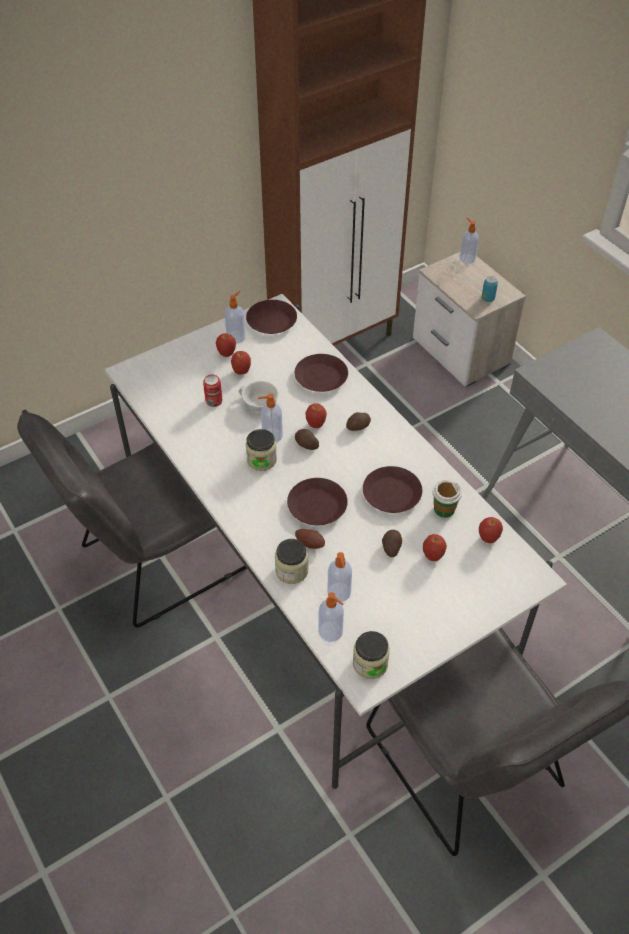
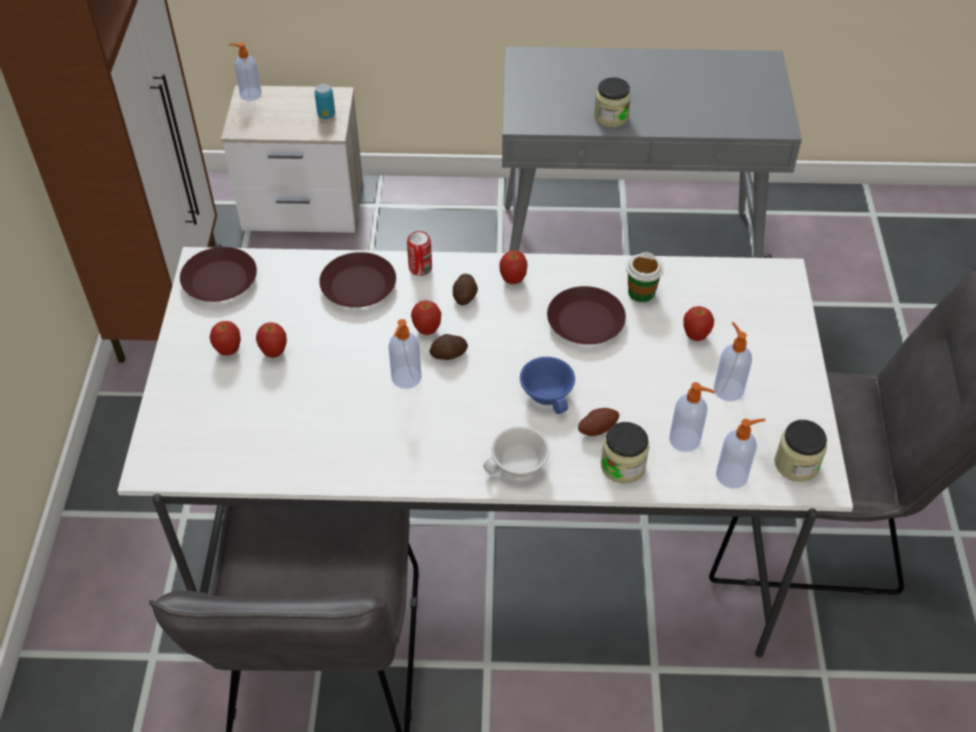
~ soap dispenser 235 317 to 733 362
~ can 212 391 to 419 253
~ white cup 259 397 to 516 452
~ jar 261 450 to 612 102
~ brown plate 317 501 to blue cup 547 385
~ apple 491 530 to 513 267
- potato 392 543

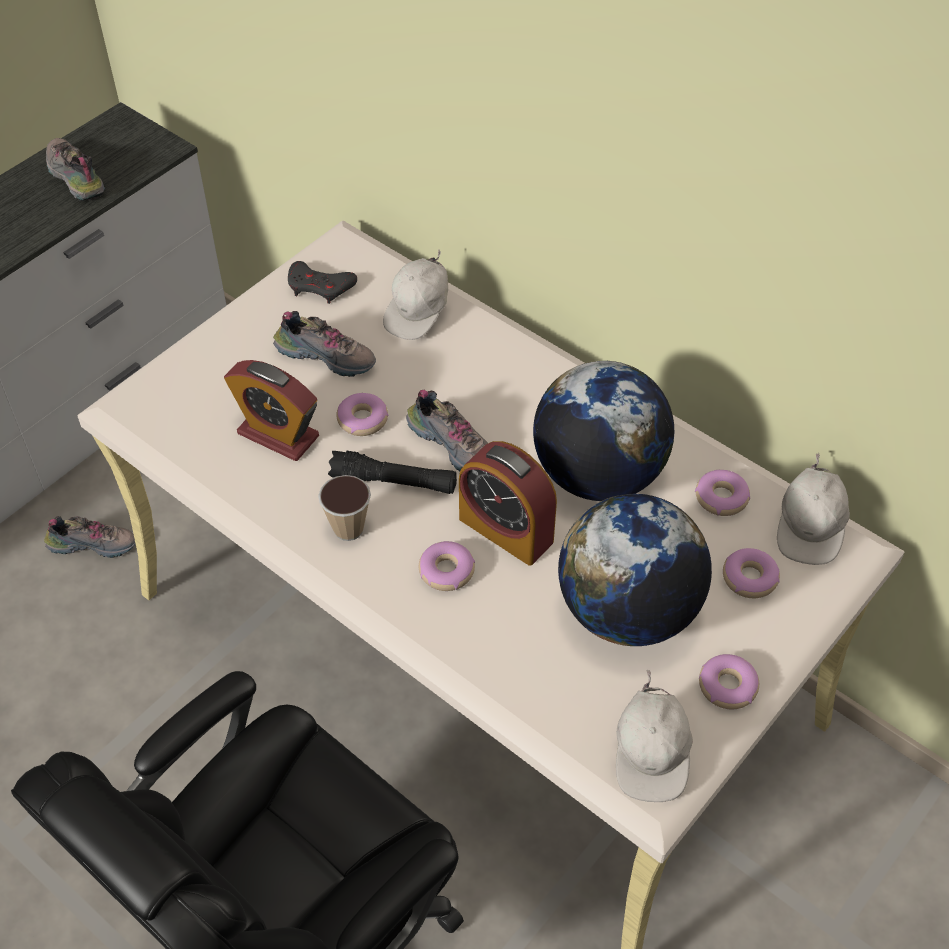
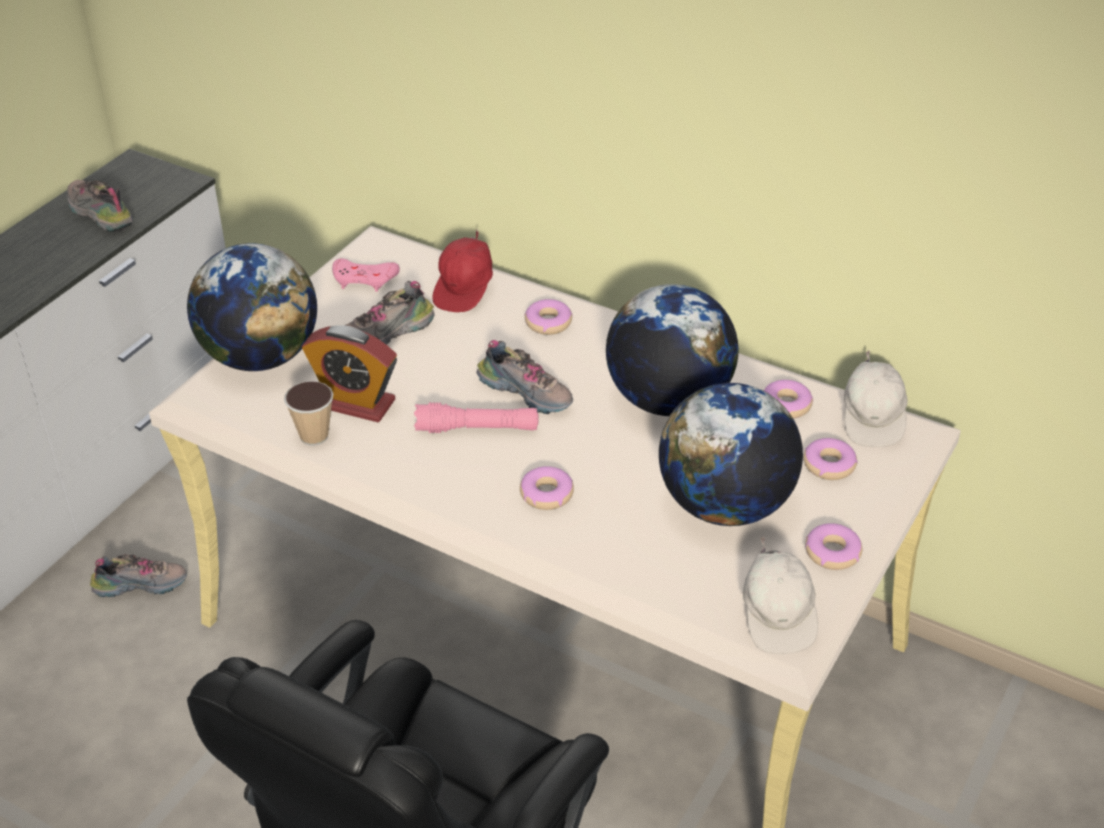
~ white cap 415 294 to red cap 463 270
~ grey game controller 322 282 to pink game controller 366 275
~ shoe 324 344 = 389 313 135 degrees clockwise
~ donut 363 414 to 548 317
- alarm clock 508 503
~ black flashlight 392 472 to pink flashlight 476 417
~ cup 344 508 to 308 413
+ globe 252 307

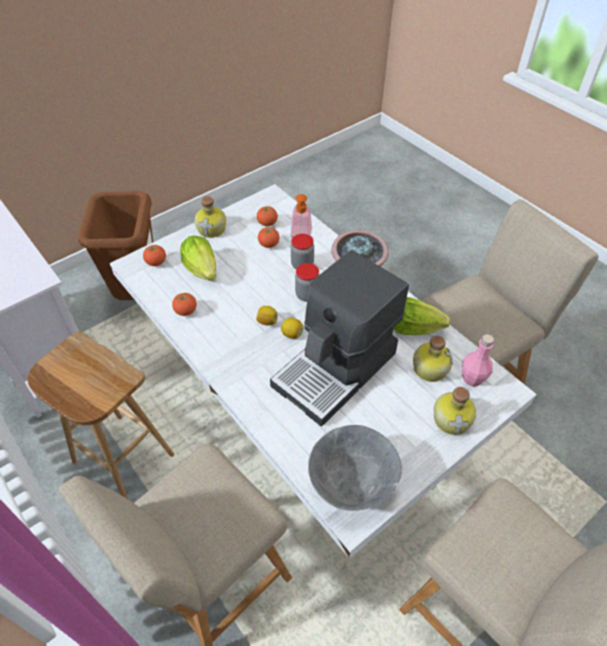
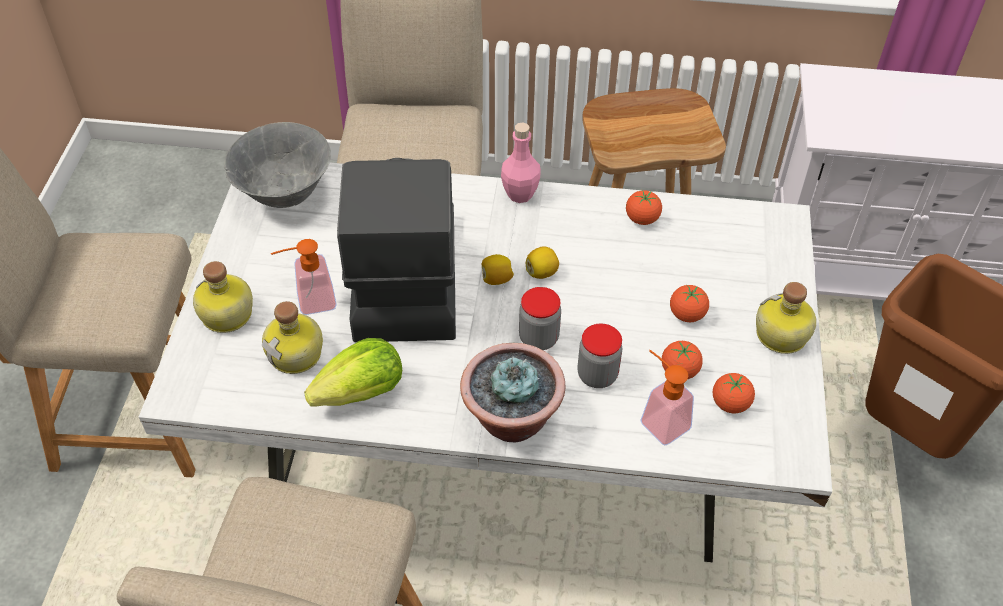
- lettuce 198 258
~ tomato 154 255 to 689 303
~ pink bottle 478 360 to 521 162
+ soap dispenser 304 277

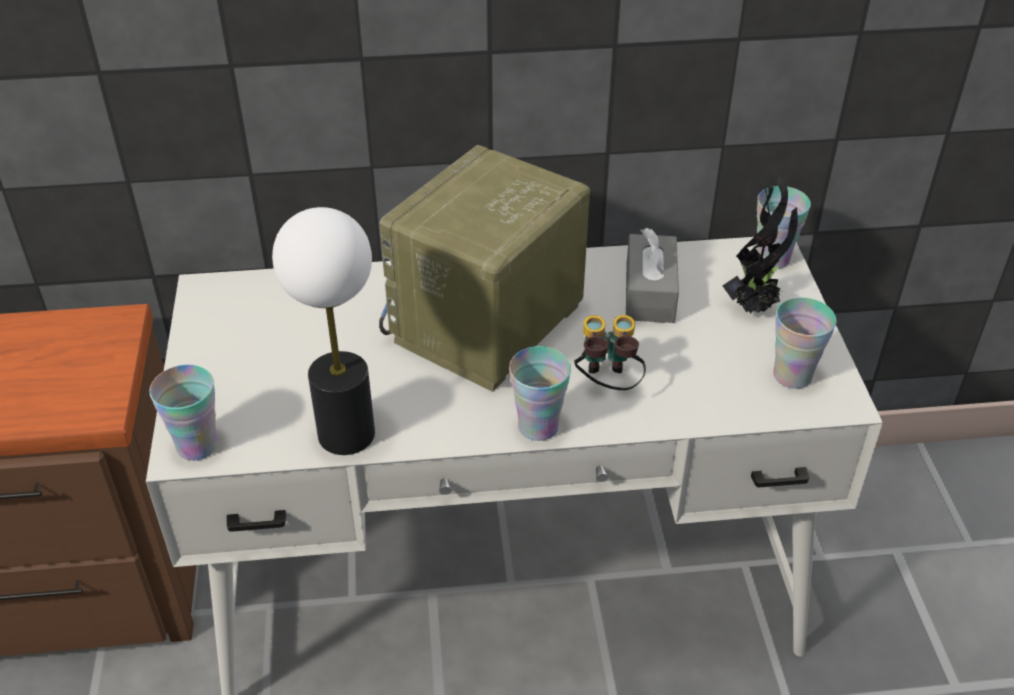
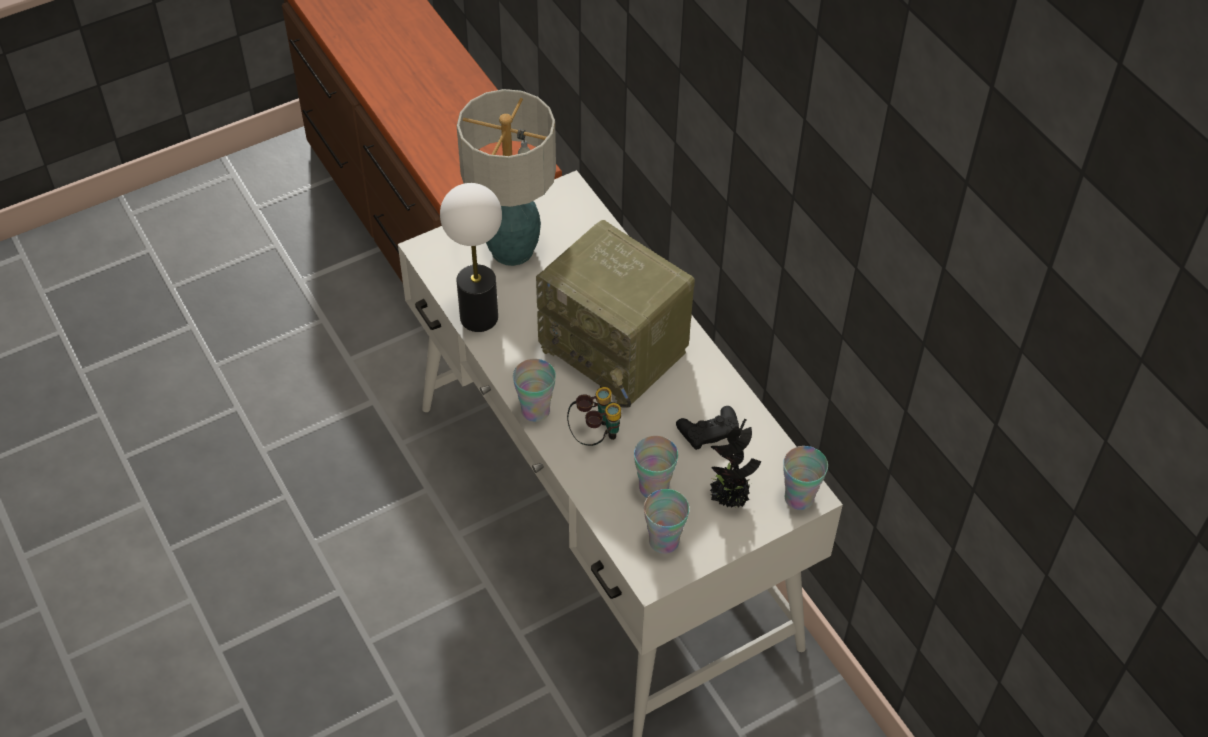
~ radio 484 268 = 615 314 150 degrees counterclockwise
~ grey tissue box 652 275 to black game controller 707 428
~ cup 183 413 to 656 467
+ table lamp 506 177

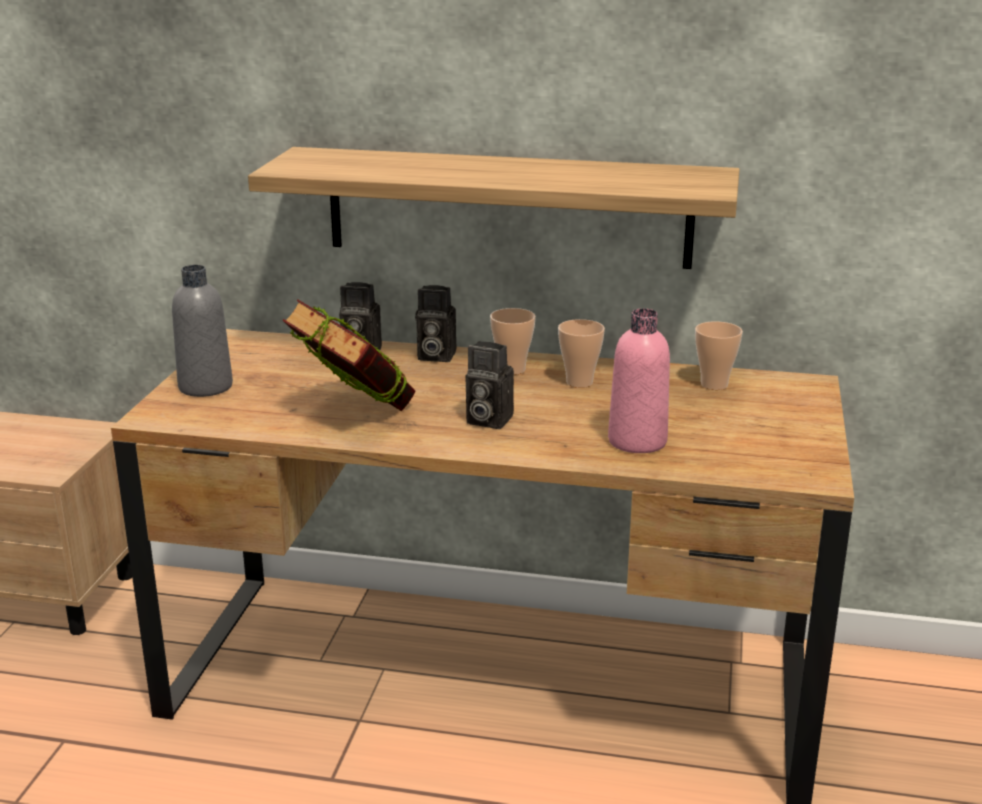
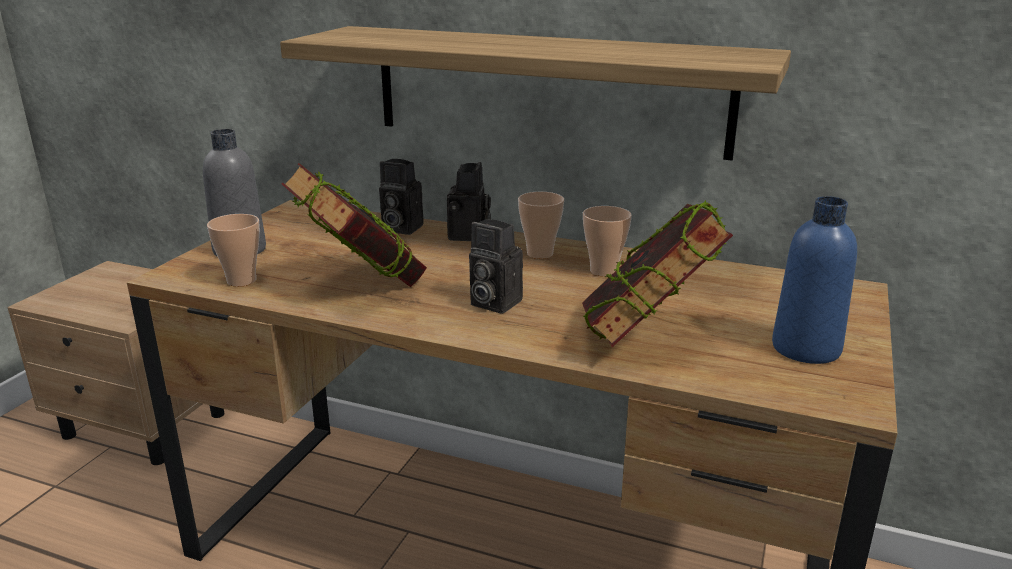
~ photo camera 435 323 = 469 201 105 degrees counterclockwise
~ pink bottle 639 381 to book 657 273
~ cup 719 355 to 233 250
+ blue bottle 814 280

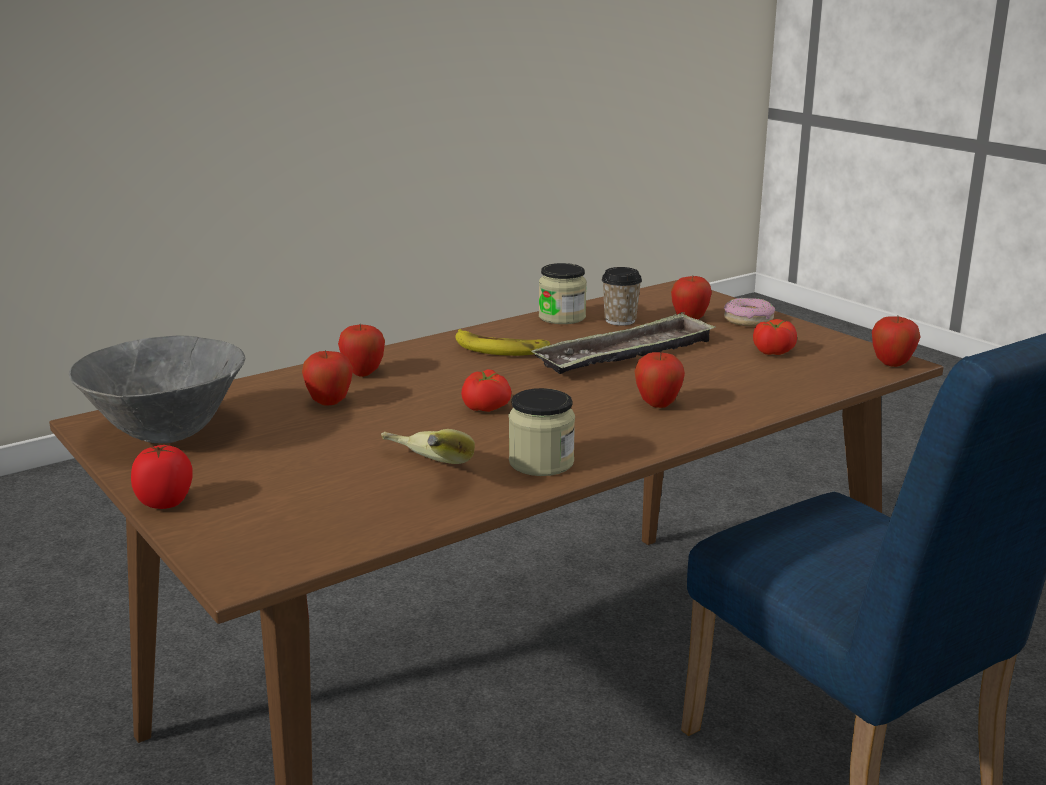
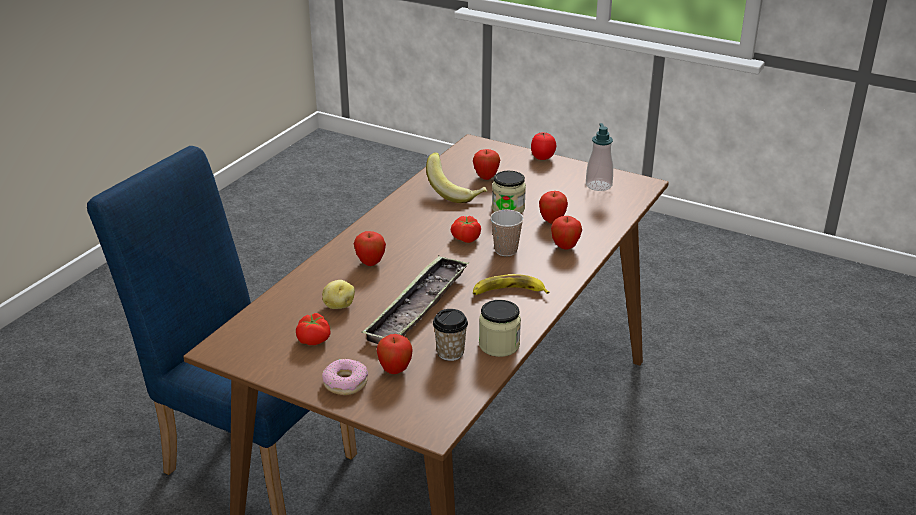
~ apple 896 341 to 486 164
~ grey bowl 157 389 to soap dispenser 599 157
~ jar 542 432 to 509 192
+ cup 507 233
+ potato 338 294

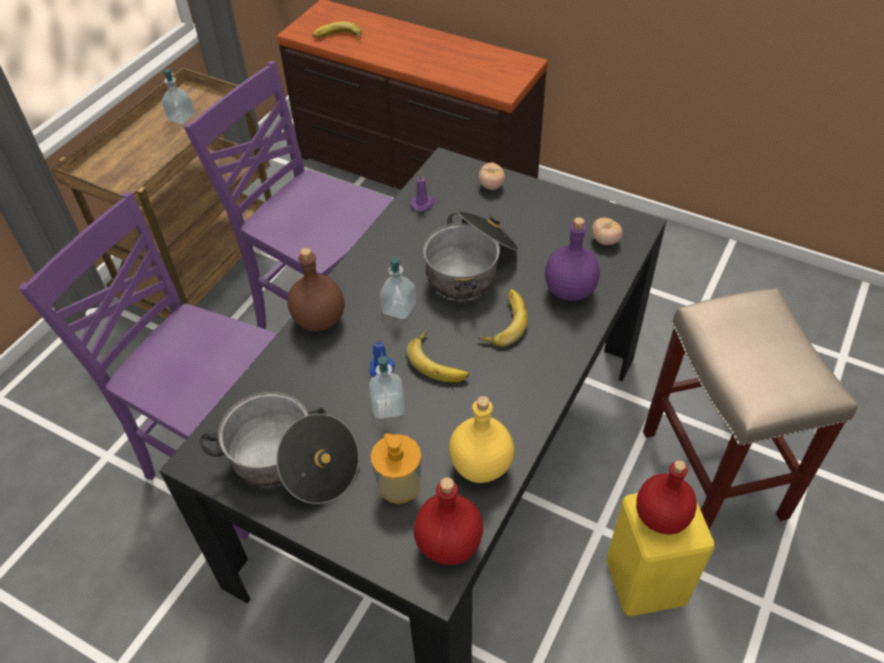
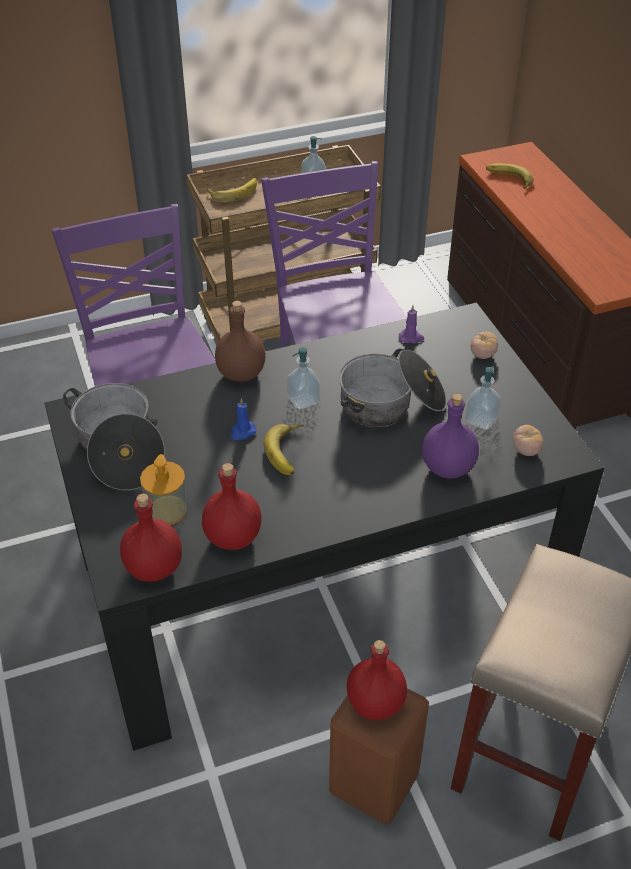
~ banana 503 318 to 232 190
~ soap dispenser 387 385 to 483 398
~ yellow bottle 481 439 to red bottle 231 506
~ yellow stool 661 554 to brown stool 379 757

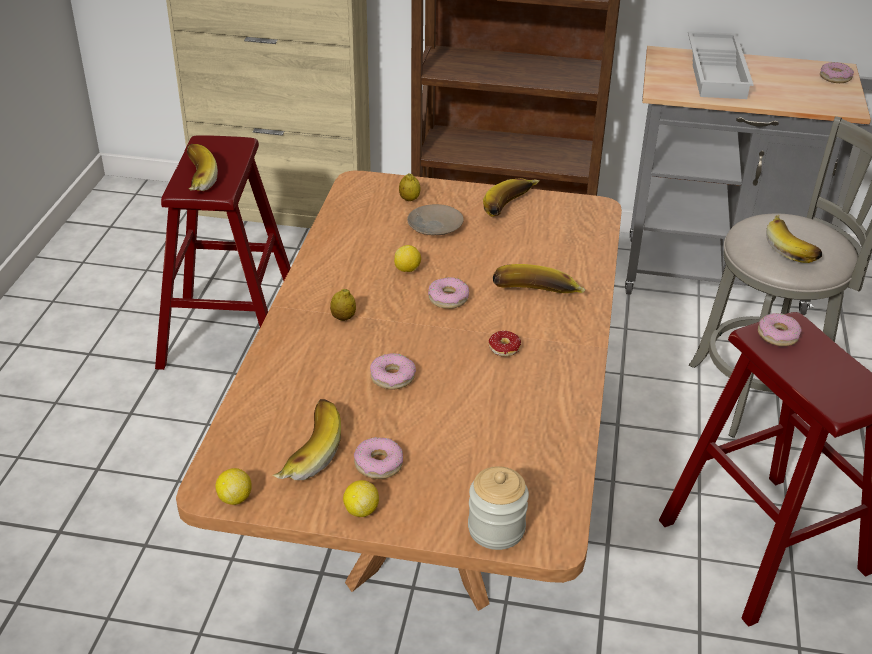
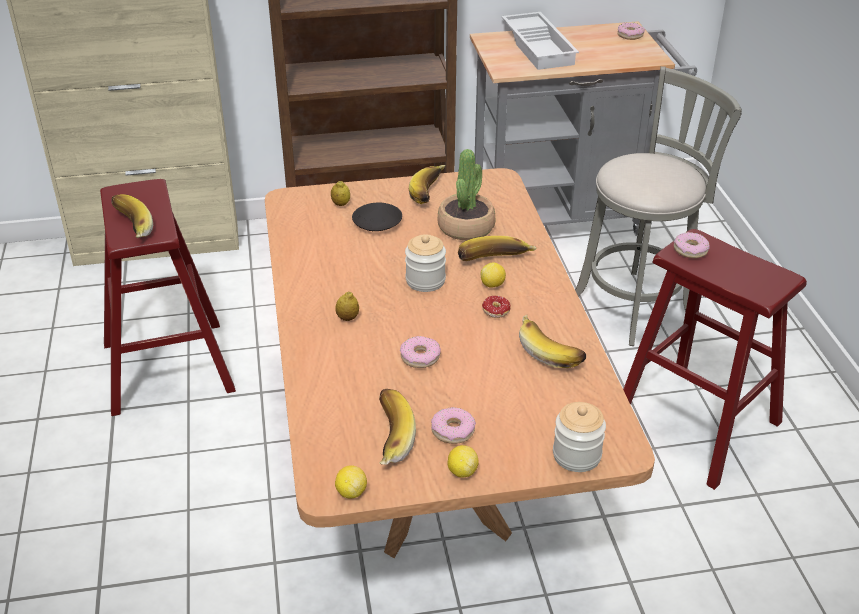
~ beige plate 435 219 to black plate 377 216
~ banana 794 239 to 552 341
~ lemon 407 258 to 493 275
~ donut 448 293 to jar 425 263
+ potted plant 466 194

